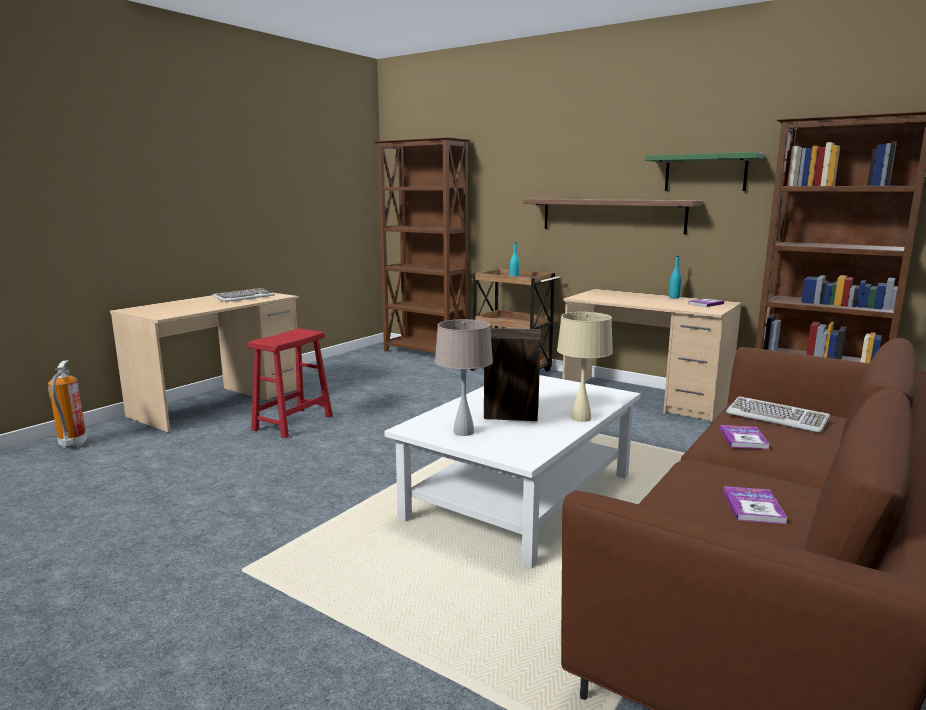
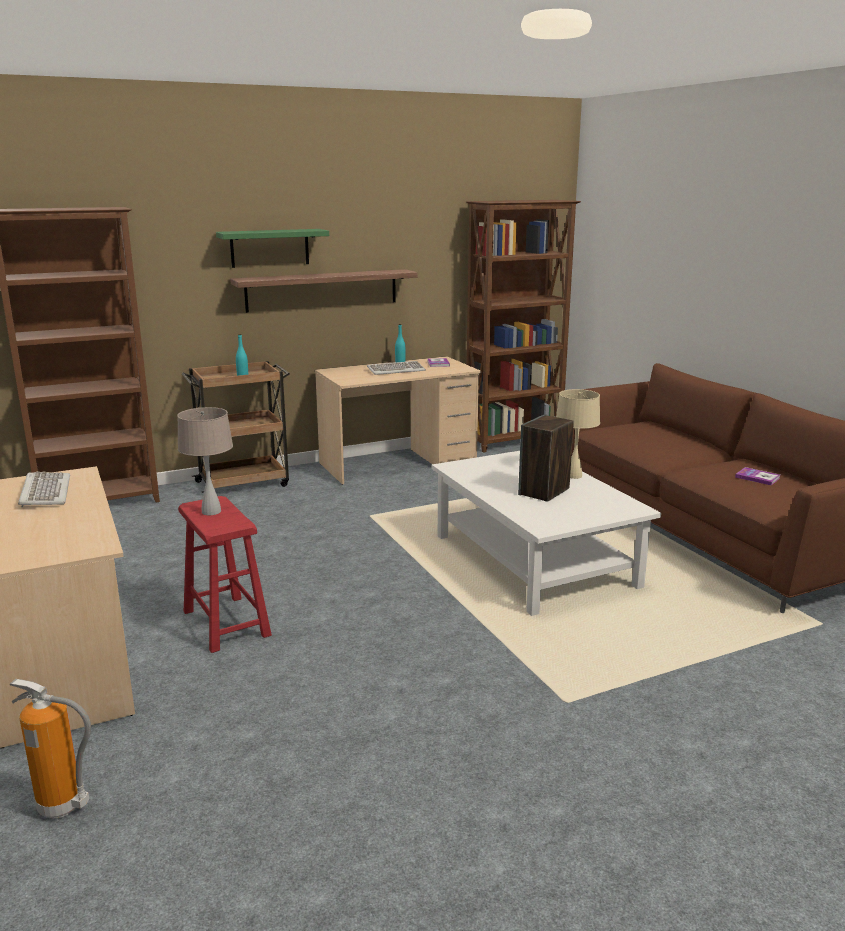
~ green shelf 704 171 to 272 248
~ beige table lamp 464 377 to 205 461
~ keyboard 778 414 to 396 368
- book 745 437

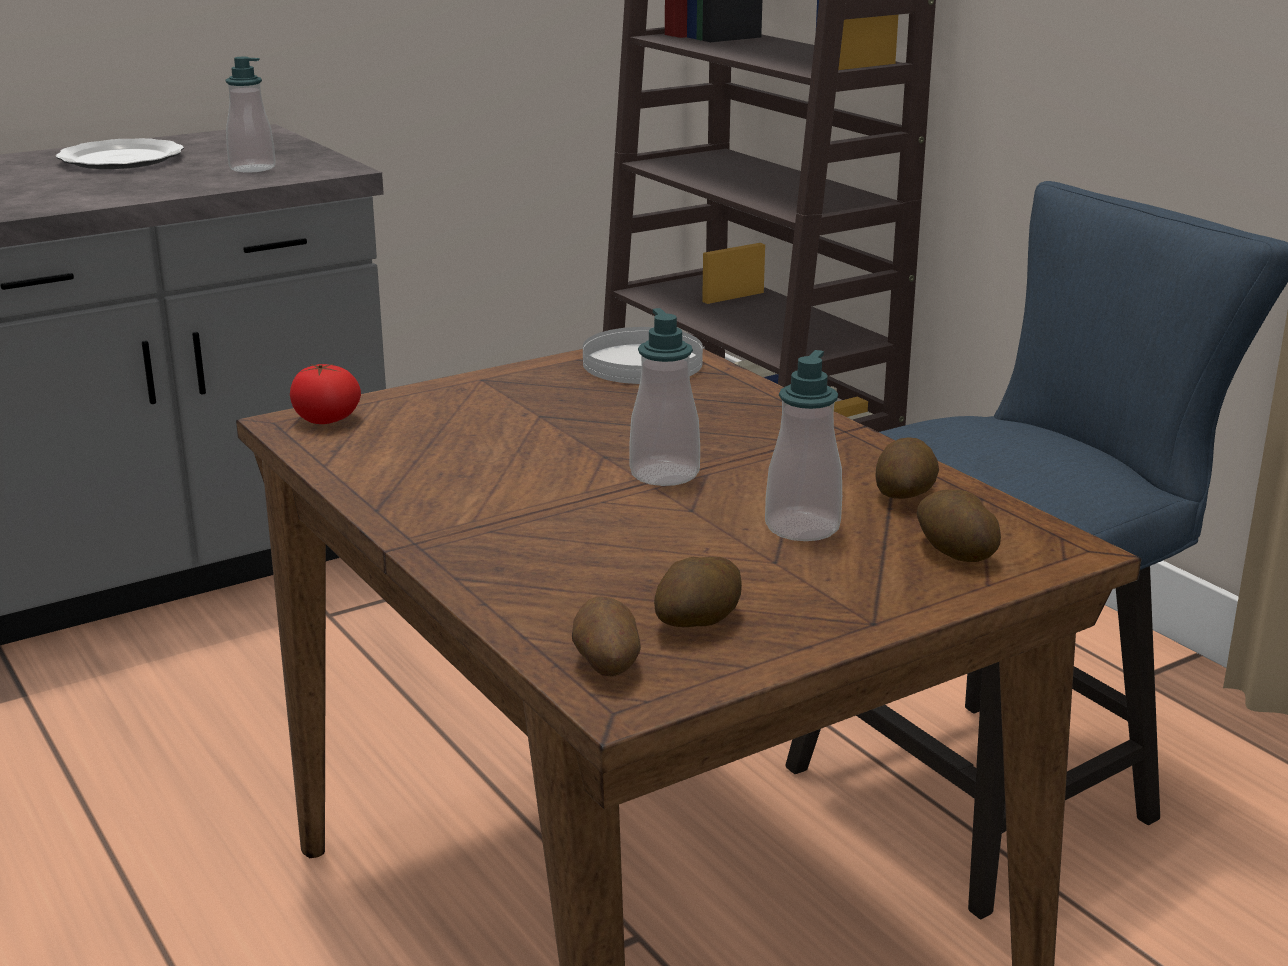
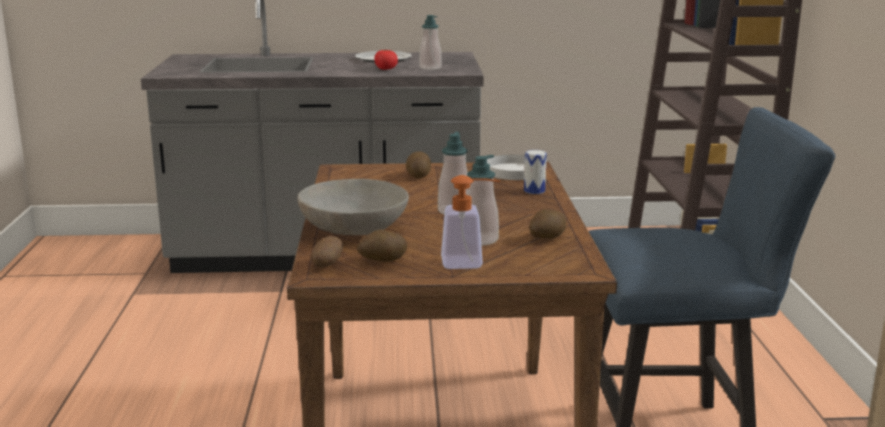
~ tomato 325 394 to 386 59
~ potato 959 525 to 418 165
+ can 535 172
+ soap dispenser 470 222
+ grey bowl 353 207

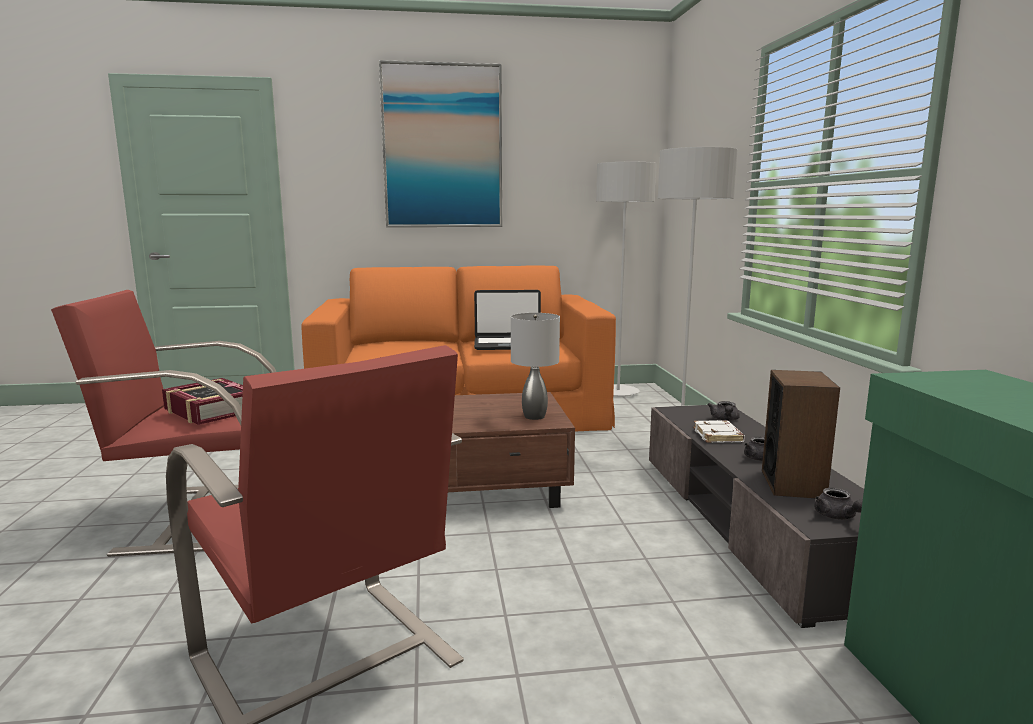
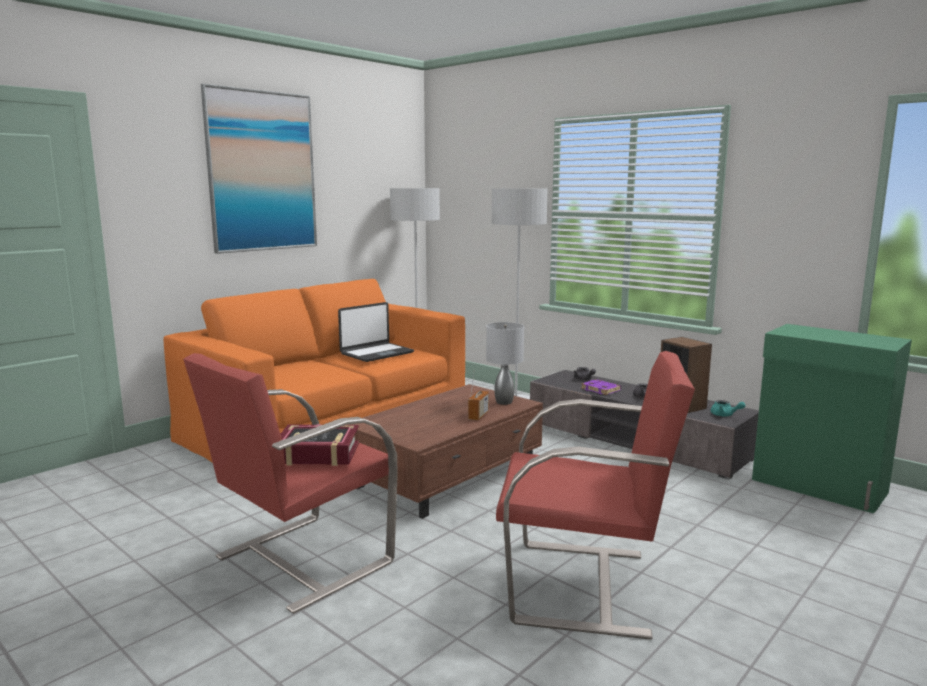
~ white book 719 431 to purple book 601 387
~ grey teapot 838 504 to turquoise teapot 728 408
+ radio 478 395

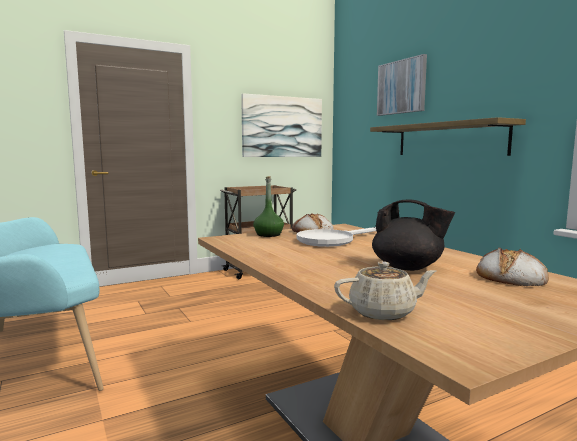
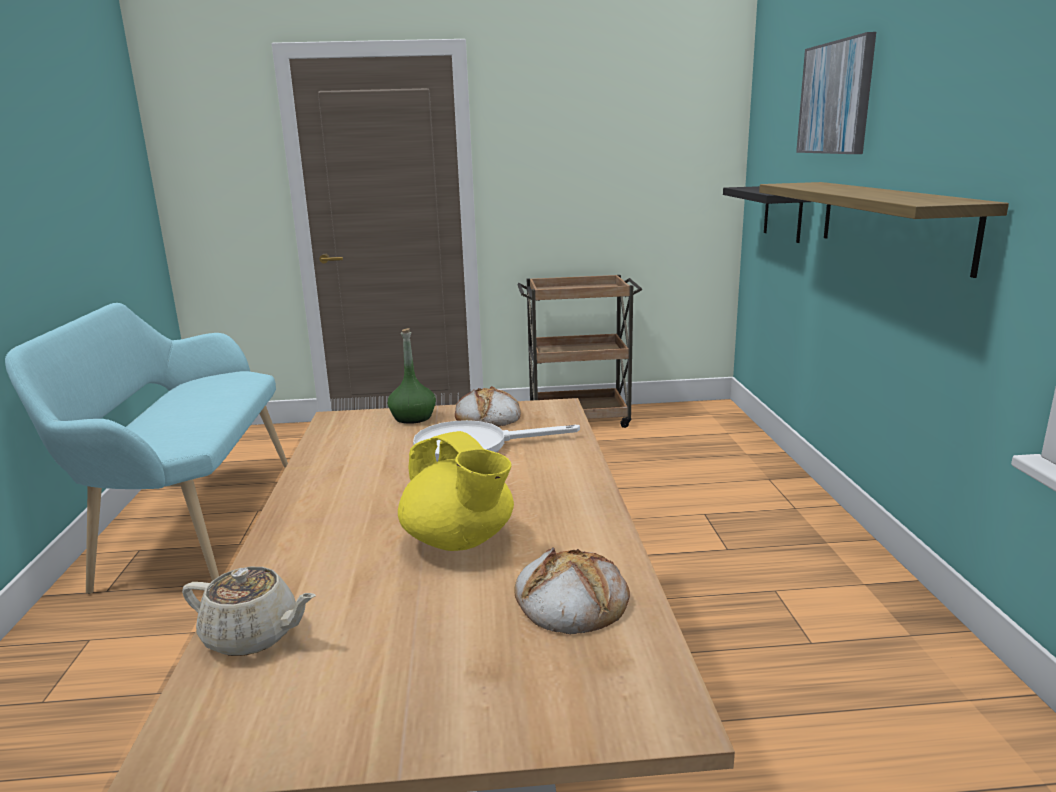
- picture 281 125
~ black teapot 413 235 to yellow teapot 456 491
+ black shelf 767 214

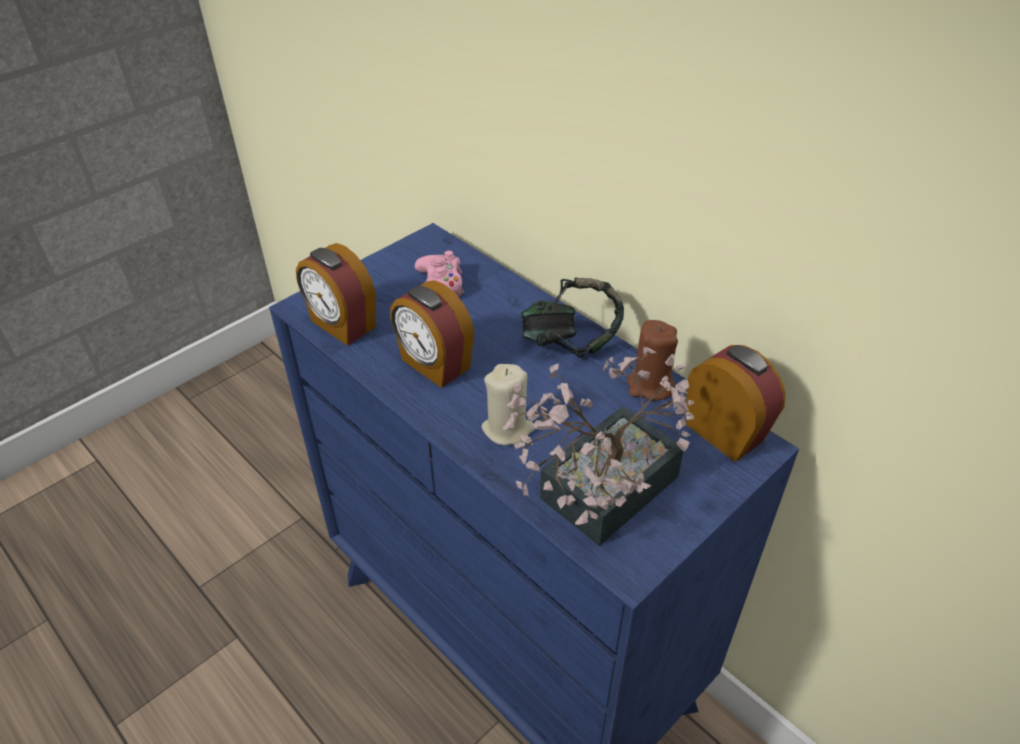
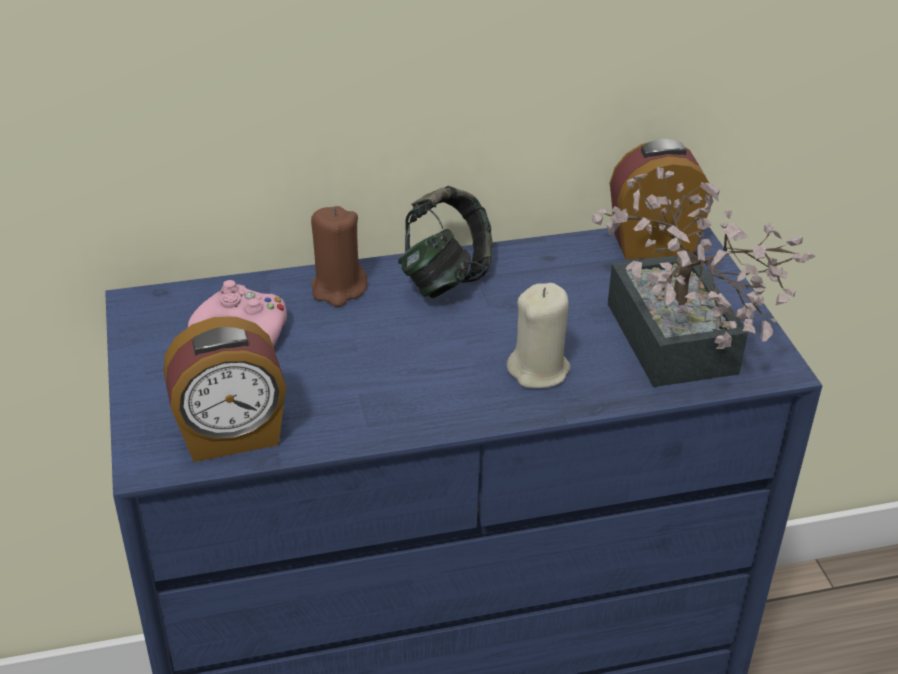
- alarm clock 432 334
~ brown candle 652 360 to 339 256

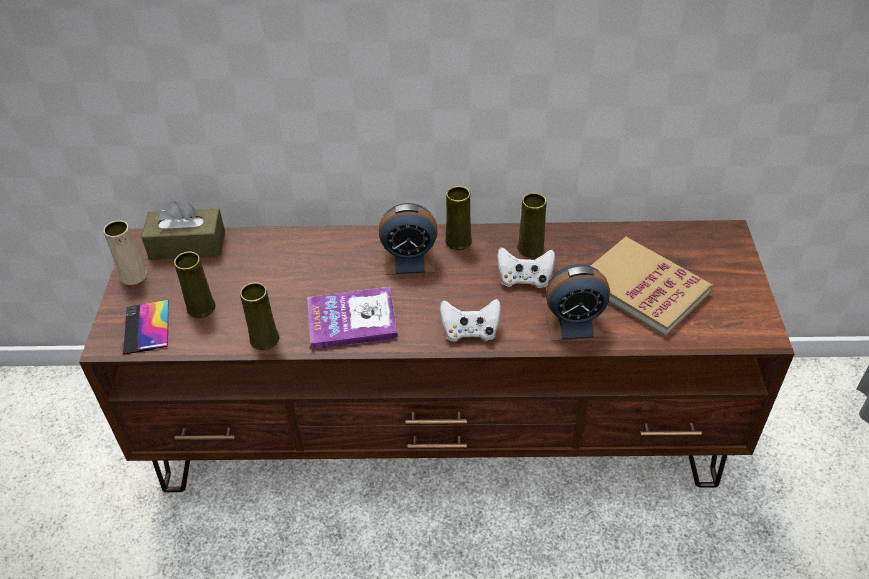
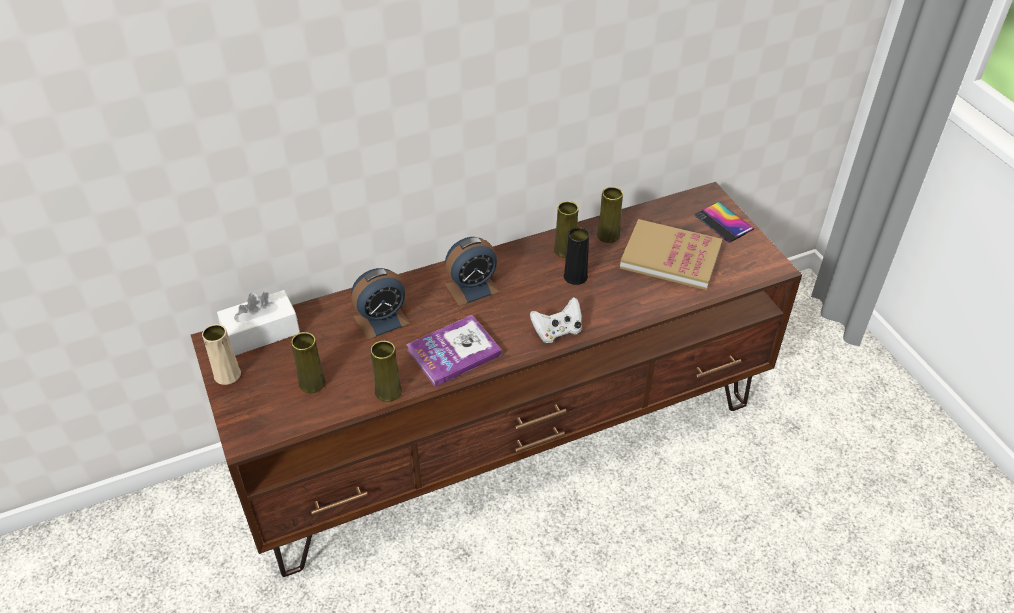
~ yellow vase 458 218 to 610 215
~ brown tissue box 183 230 to white tissue box 258 323
~ white game controller 526 267 to black vase 576 256
~ alarm clock 577 302 to 380 304
~ phone 146 327 to 724 222

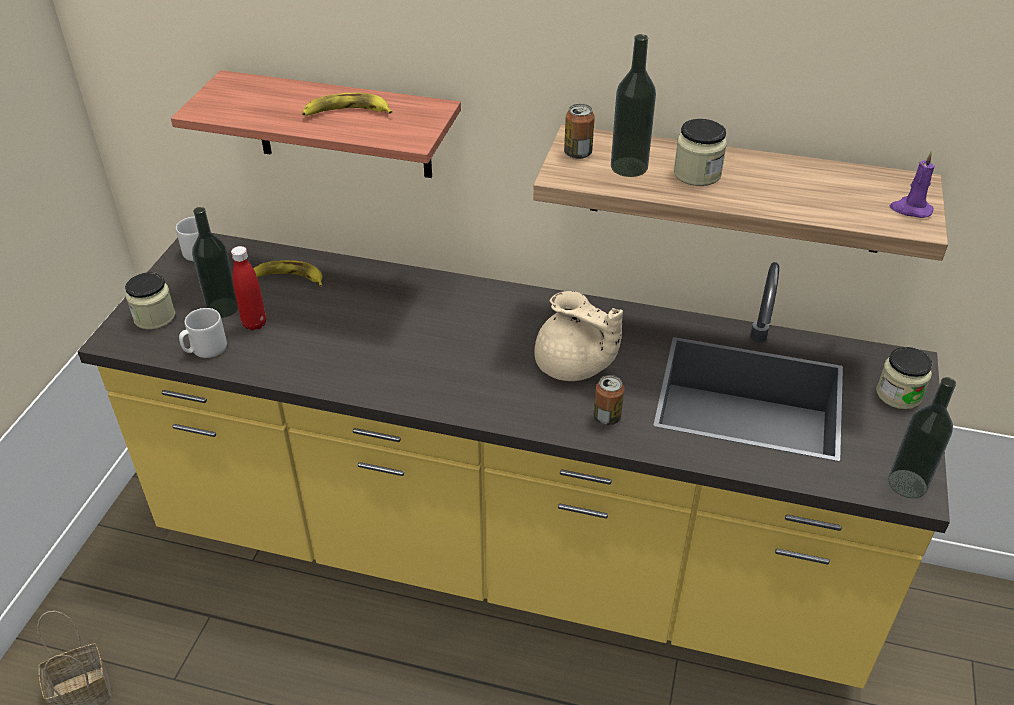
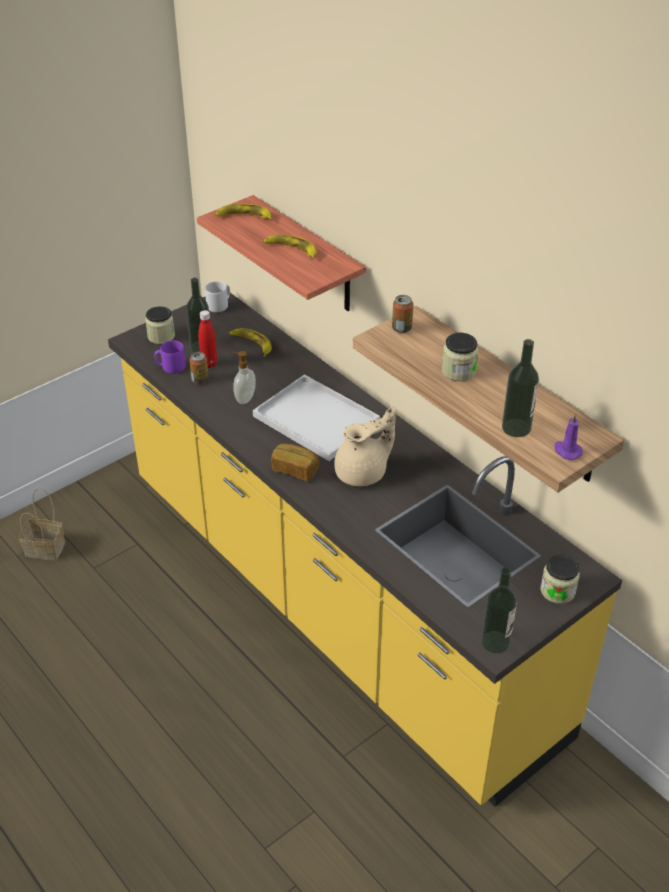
~ bottle 633 105 to 520 388
~ beige teapot 578 336 = 365 446 105 degrees counterclockwise
~ grey mug 203 333 to purple mug 170 357
~ can 609 400 to 199 368
+ banana 243 212
+ soap dispenser 244 377
+ white tray 316 417
+ bread 295 462

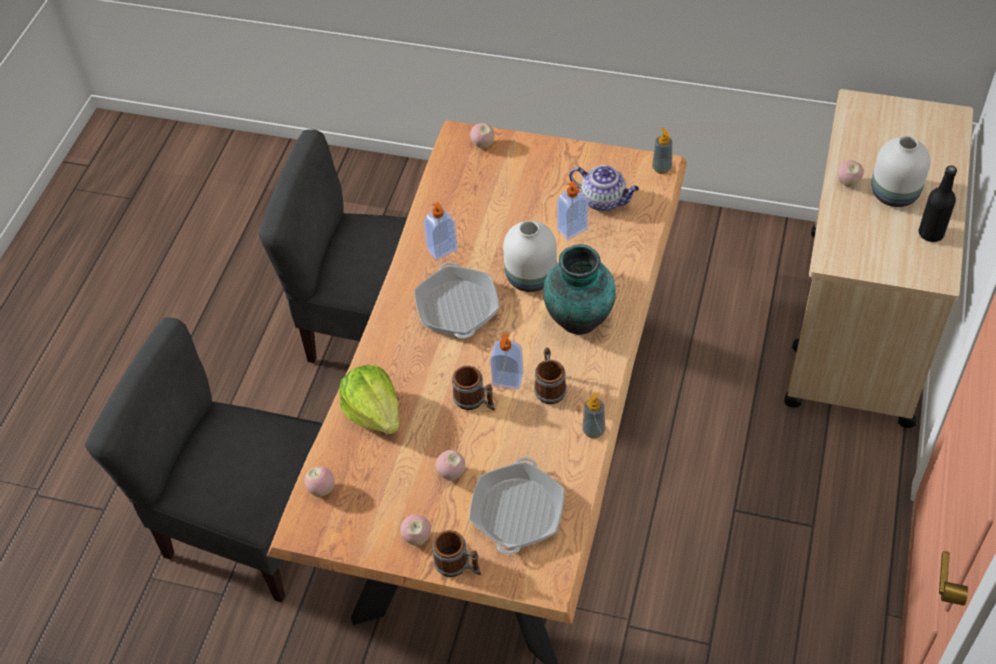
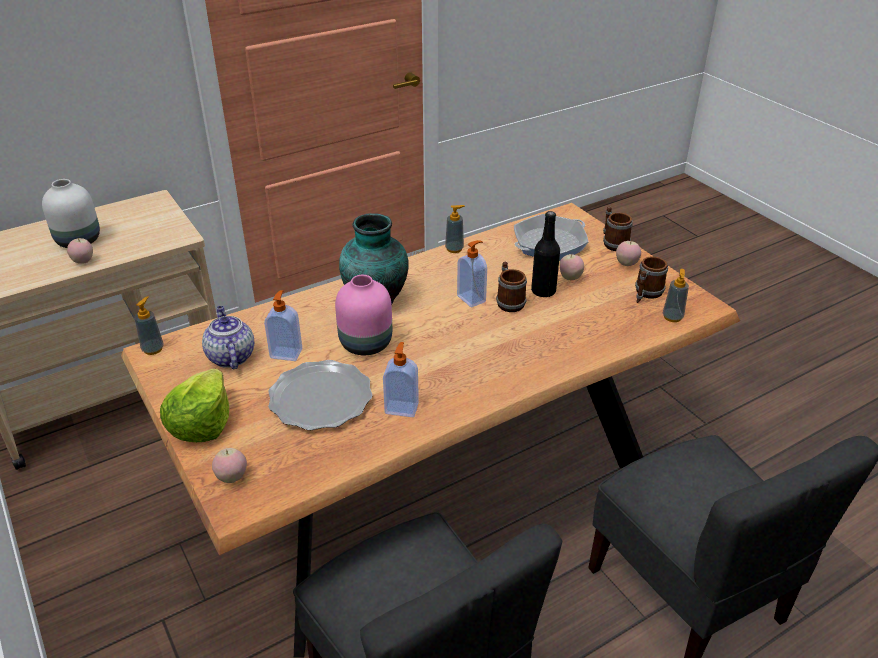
~ black bottle 938 204 to 545 254
~ white vase 530 256 to pink vase 363 315
- frying pan 456 300
~ mug 550 376 to 651 279
~ lettuce 369 399 to 194 405
~ apple 319 481 to soap dispenser 676 295
+ plate 320 395

